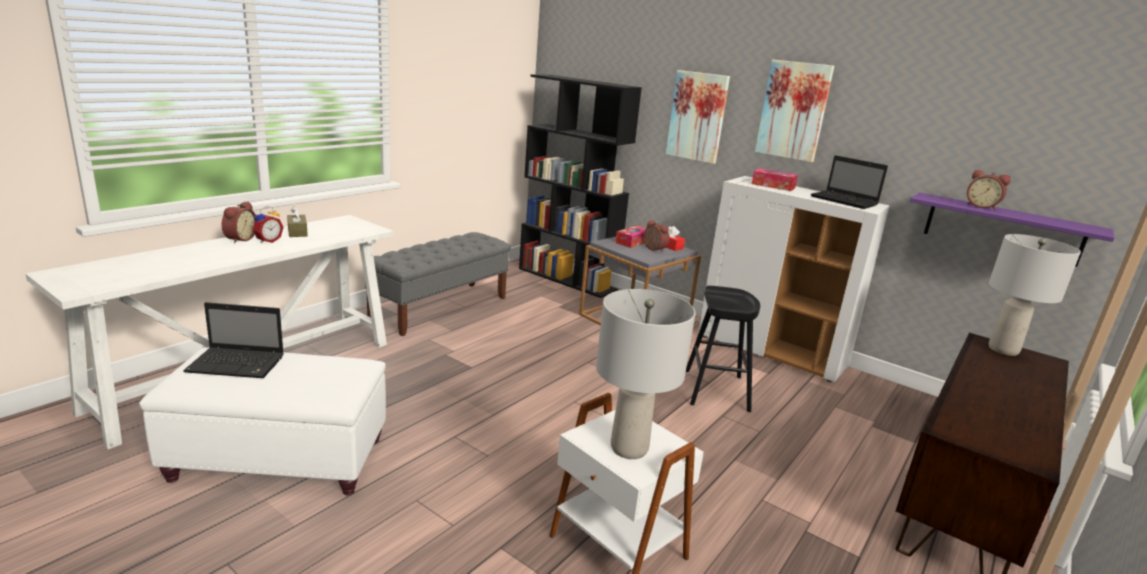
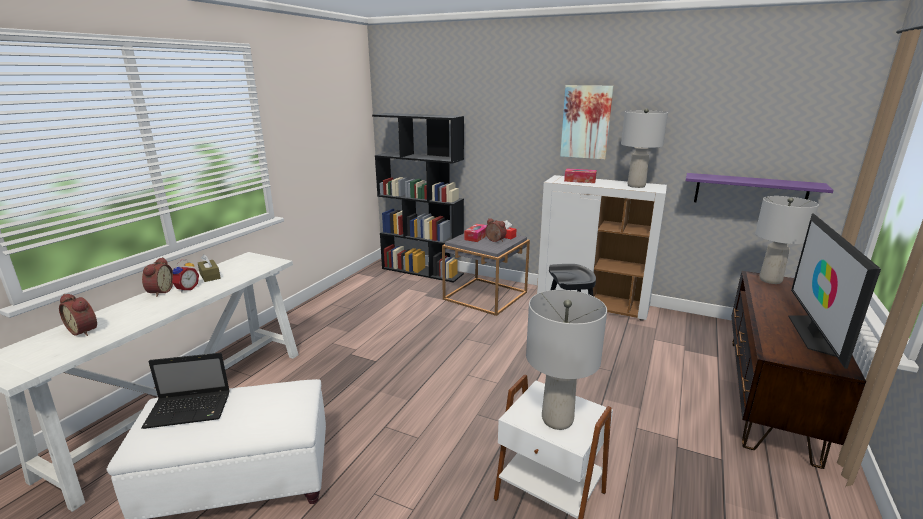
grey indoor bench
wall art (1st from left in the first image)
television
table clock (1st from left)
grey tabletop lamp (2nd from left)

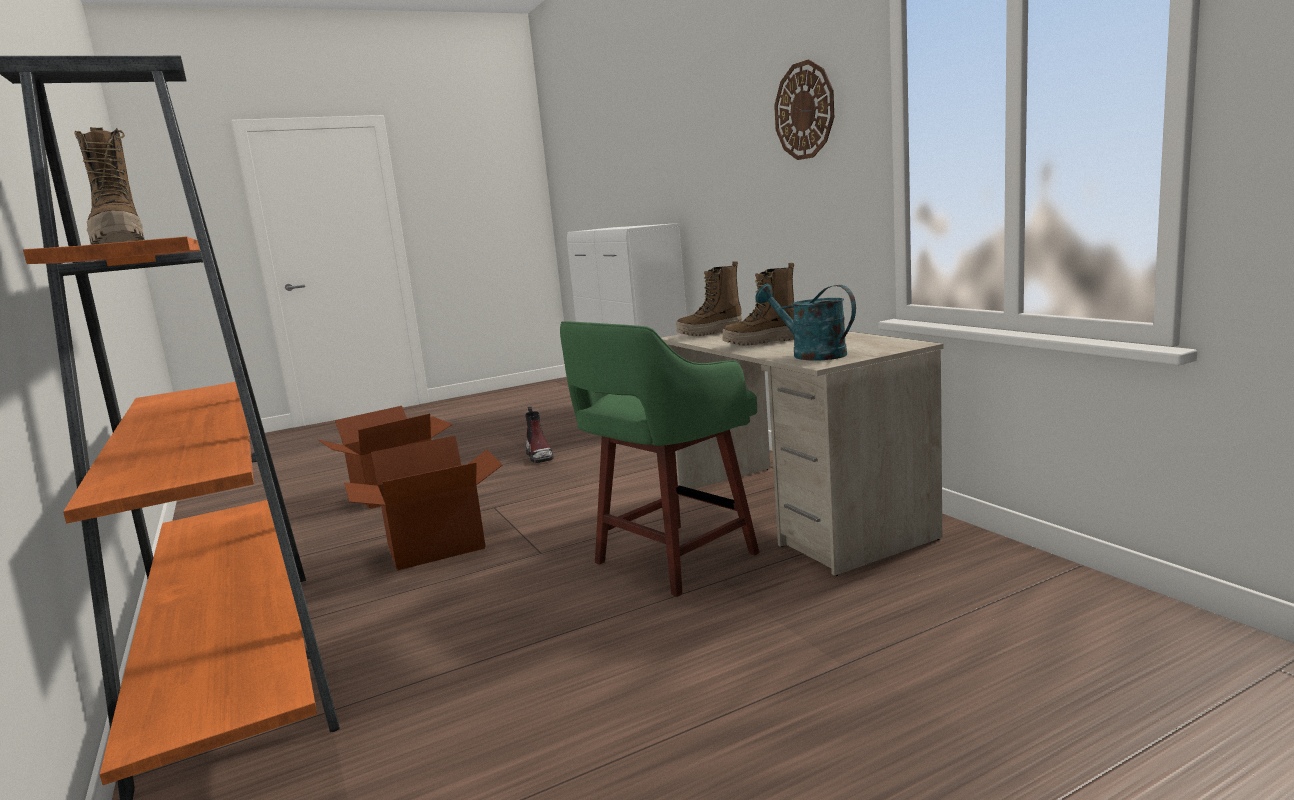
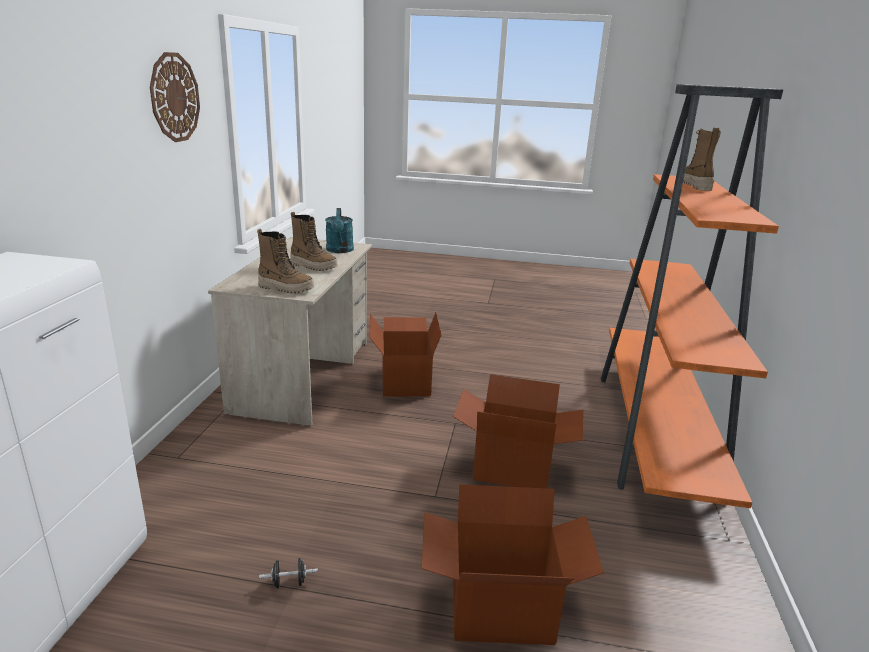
black-coloured hand weight
cardboard box (1st from left)

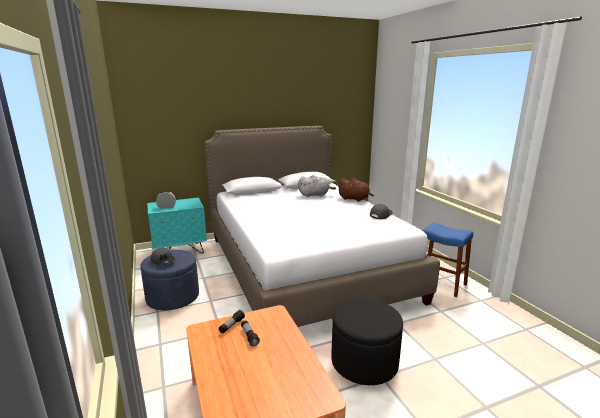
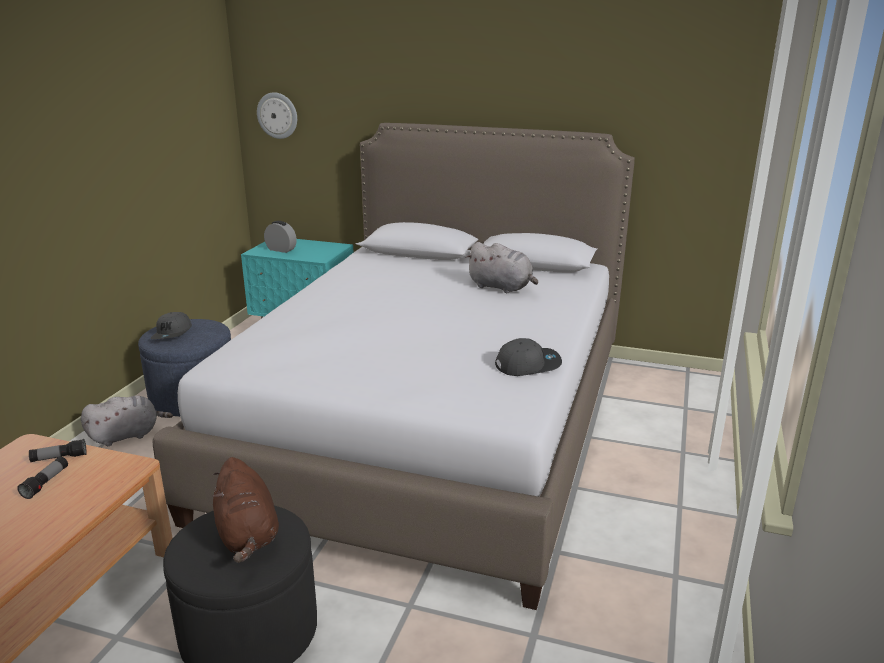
bluish sitting stool
grey cuddly toy (1st from left)
hanging clock
brownish cuddly toy

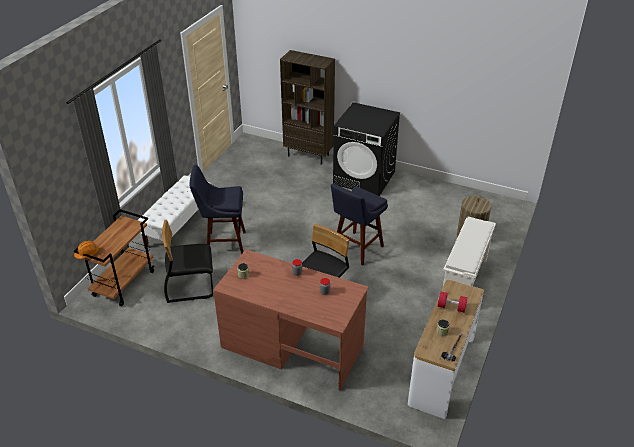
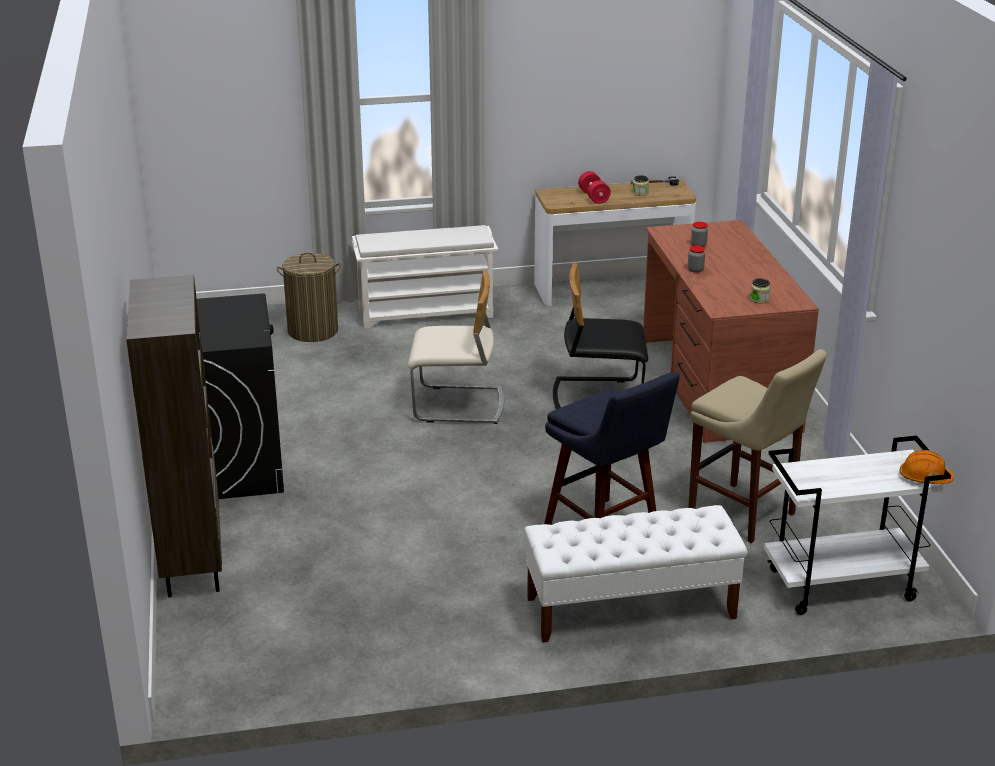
beige sitting stool
beige upright chair
white cart

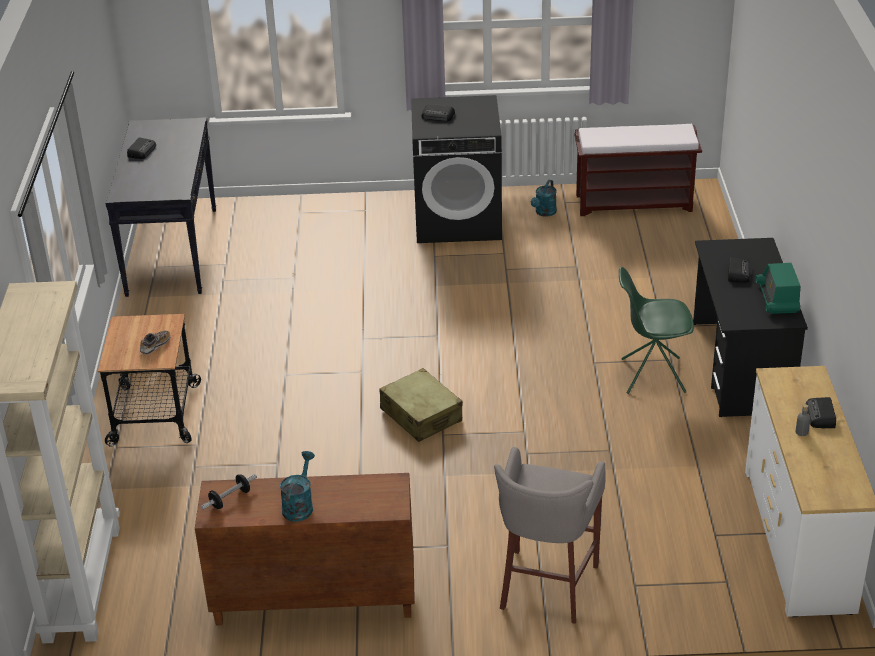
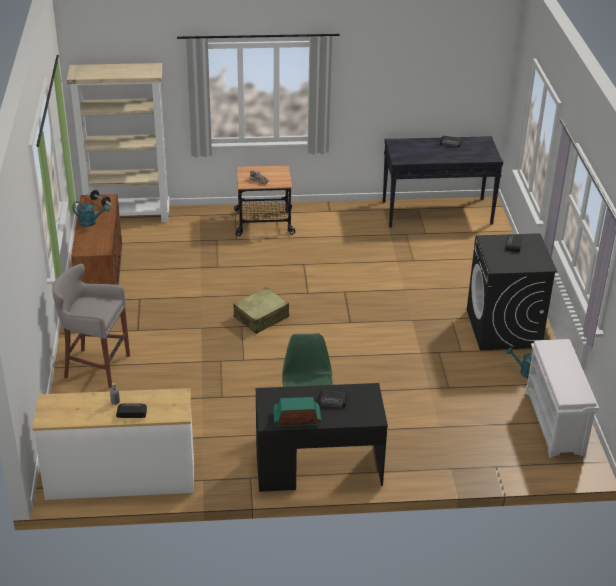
white indoor bench

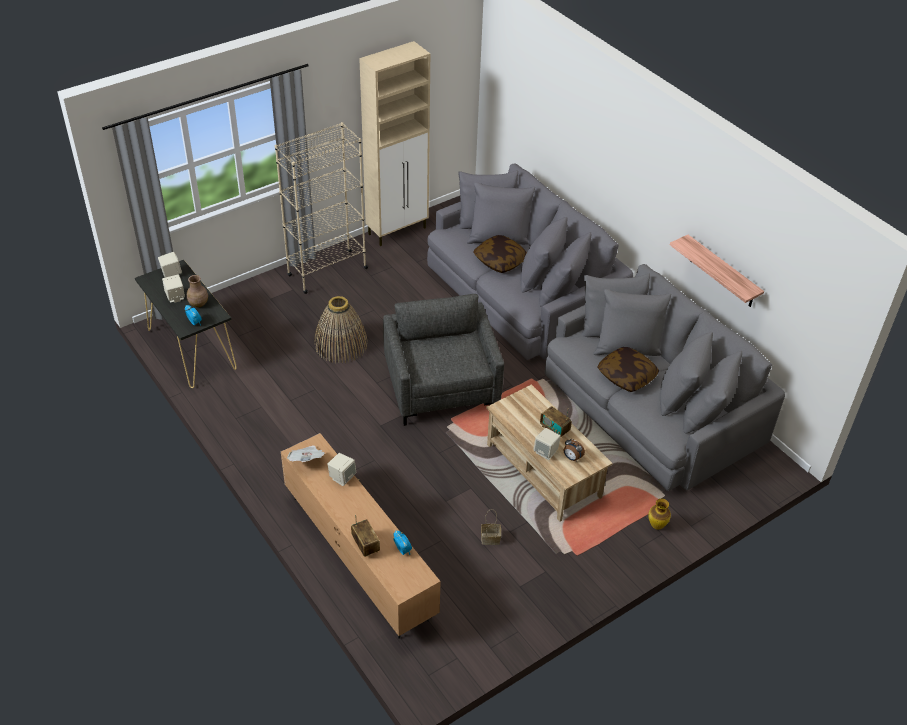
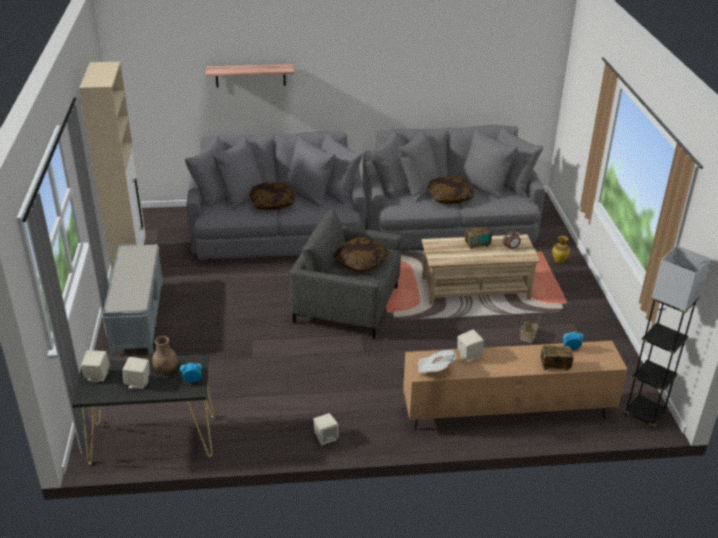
storage basket (1st from left in the first image)
cushion (2nd from left)
grey standing lamp
beige speaker (3rd from left)
shelf
grey indoor bench

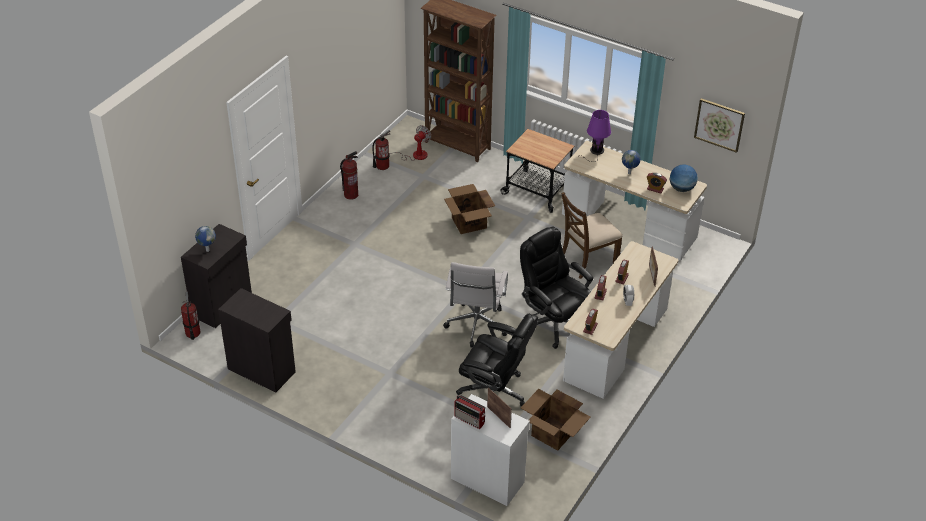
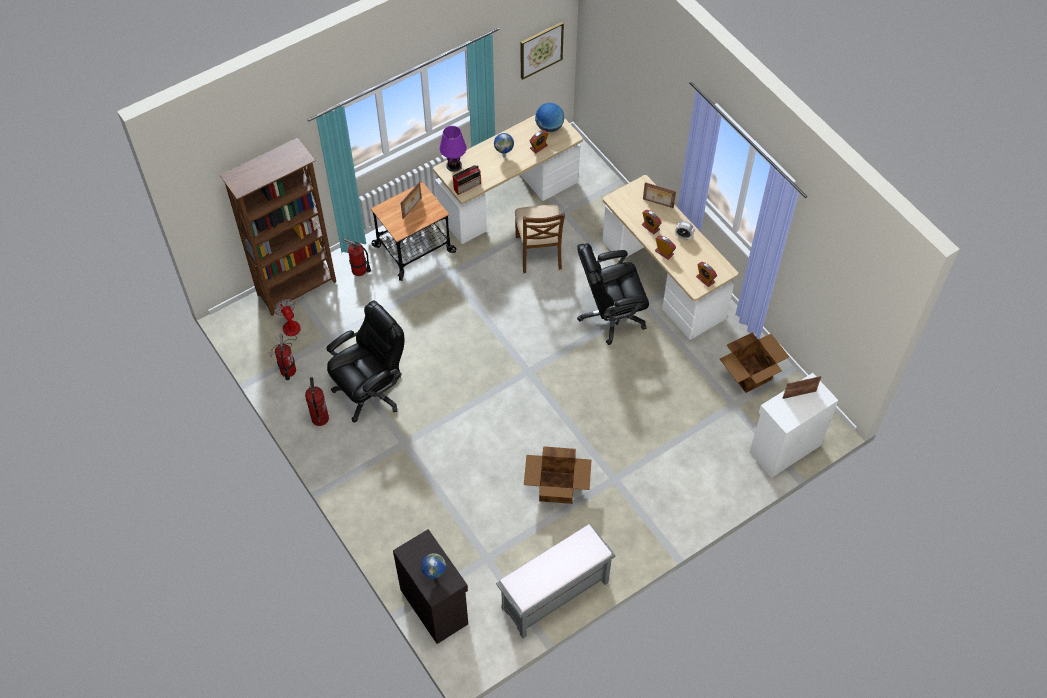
white computer chair
photo frame (1st from left)
fire extinguisher (3rd from left)
cardboard box (1st from left)
radio receiver
black-coloured computer chair (1st from left)
grey indoor bench

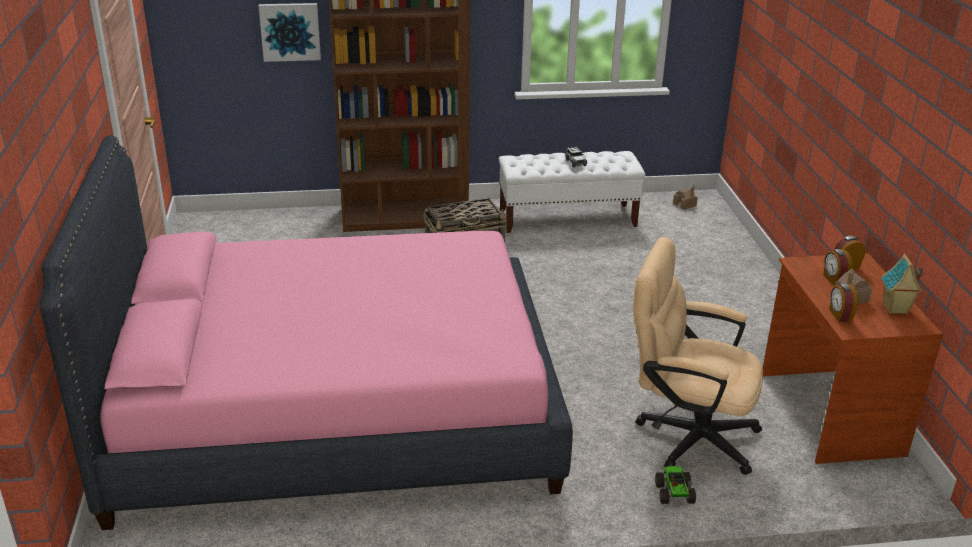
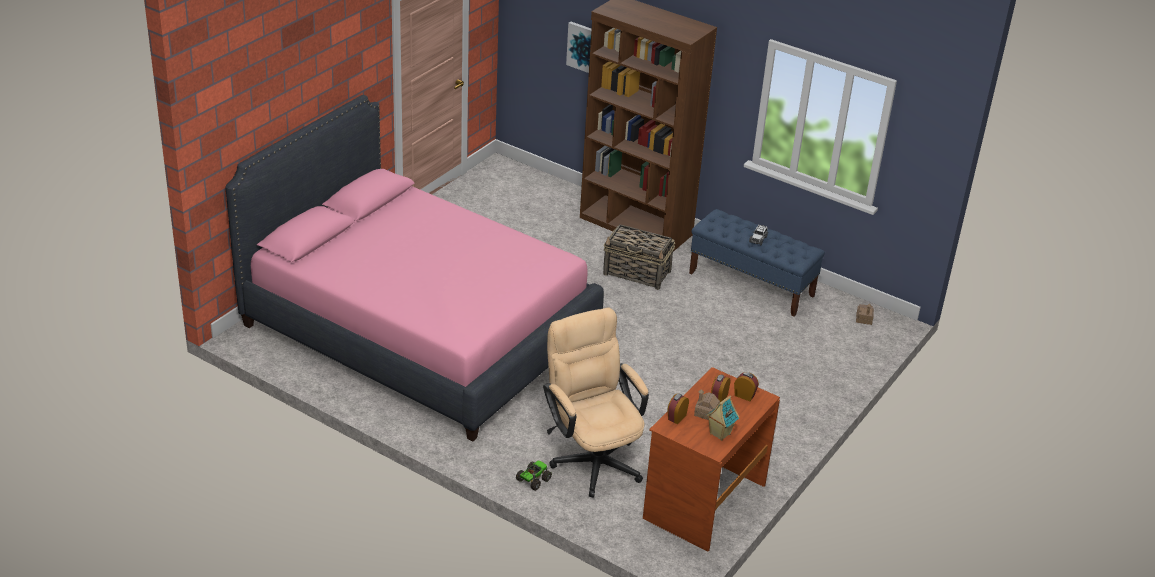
bluish indoor bench

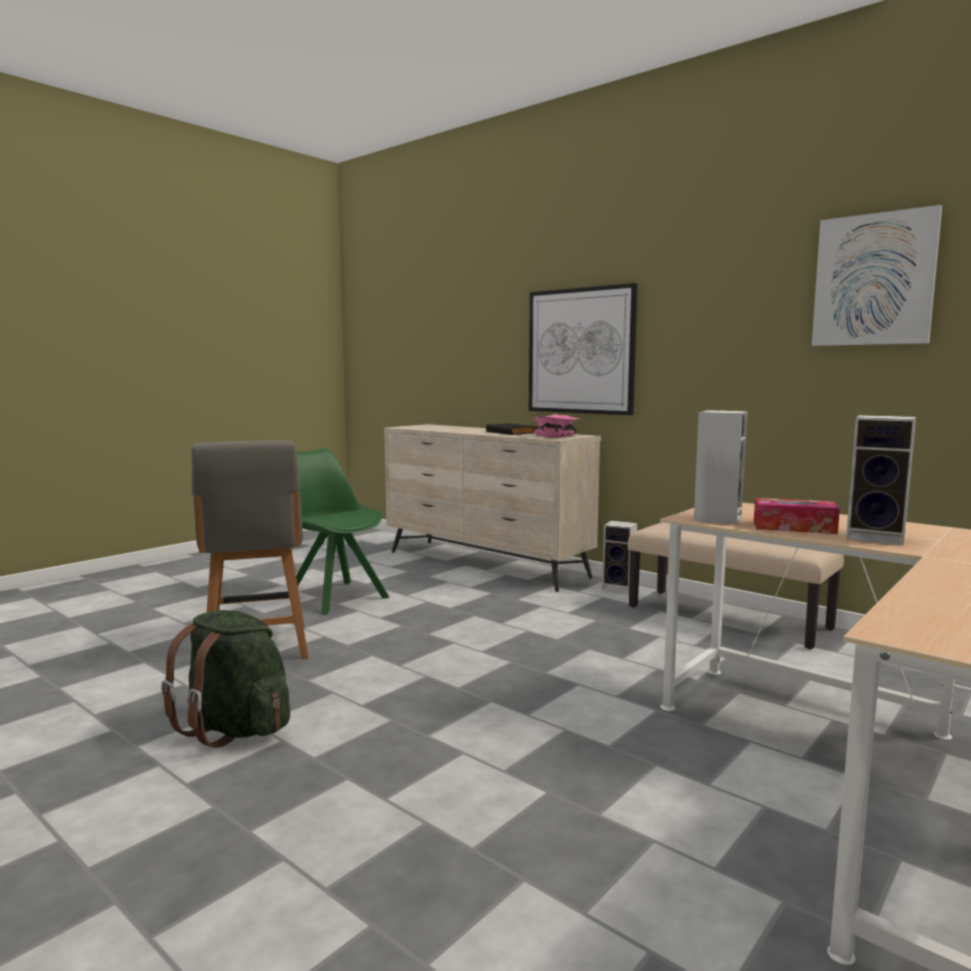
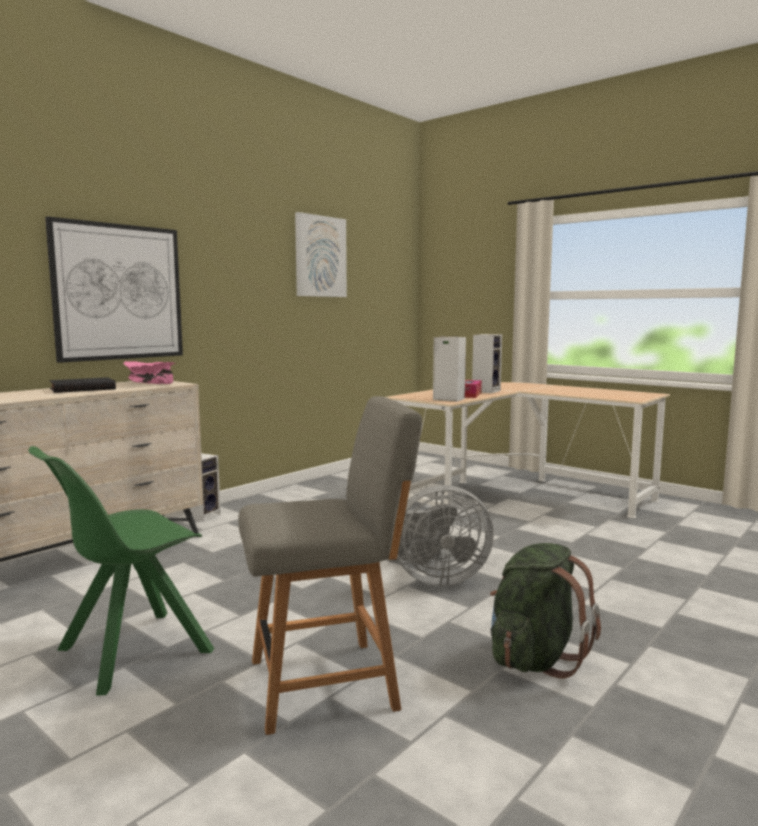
beige indoor bench
grey electric fan

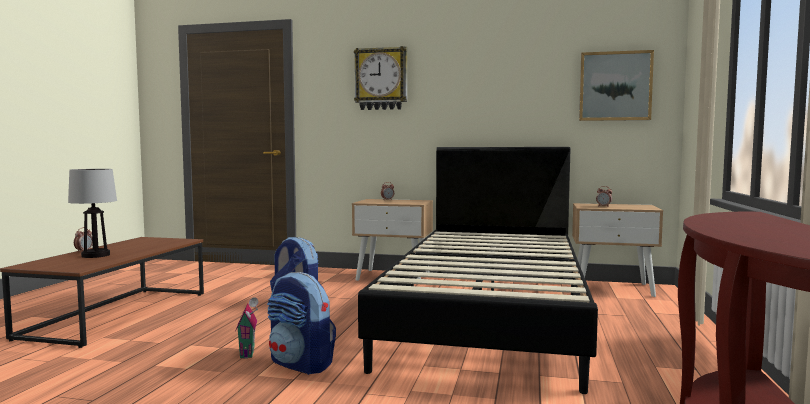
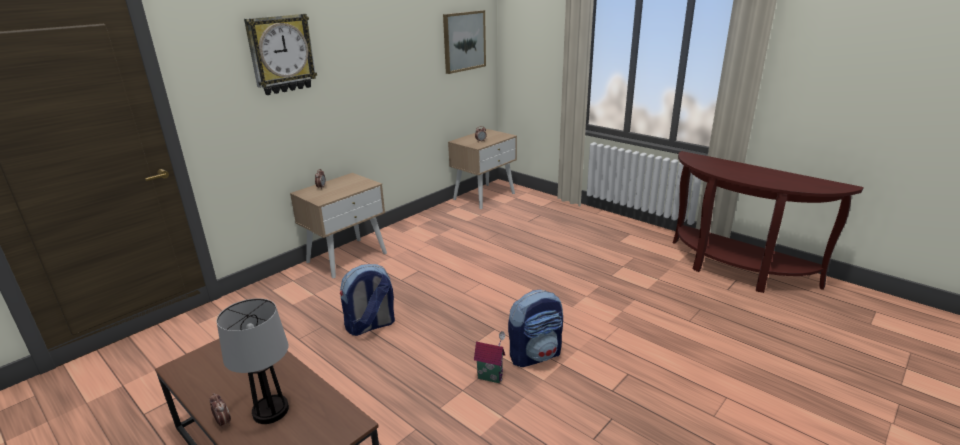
black-coloured sleeping bed

